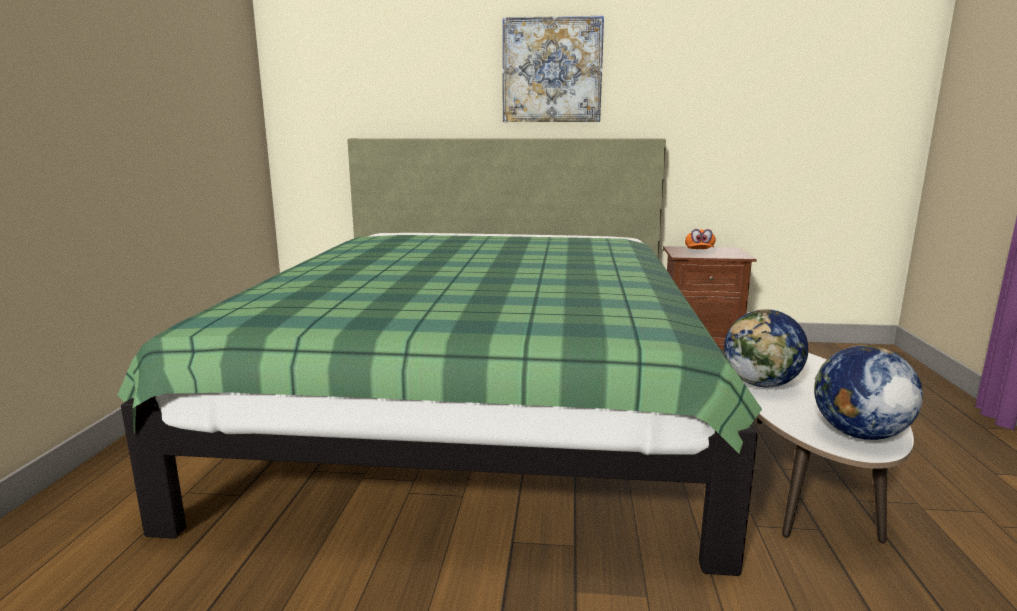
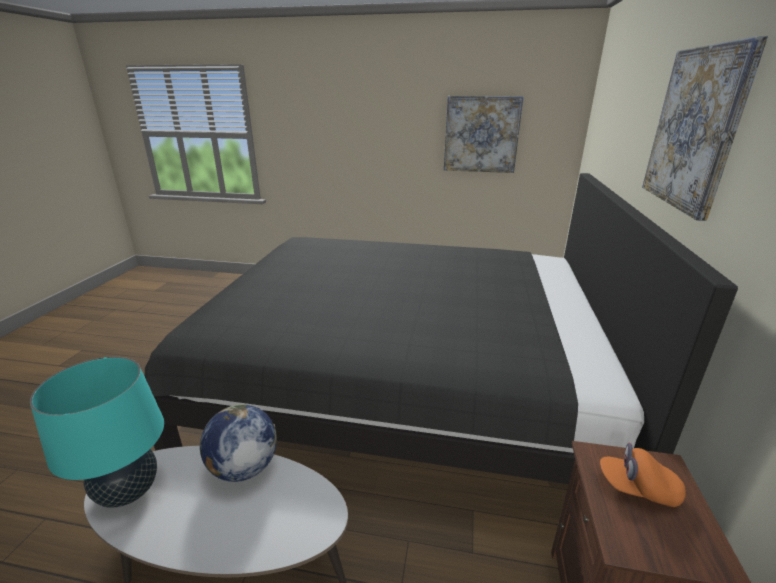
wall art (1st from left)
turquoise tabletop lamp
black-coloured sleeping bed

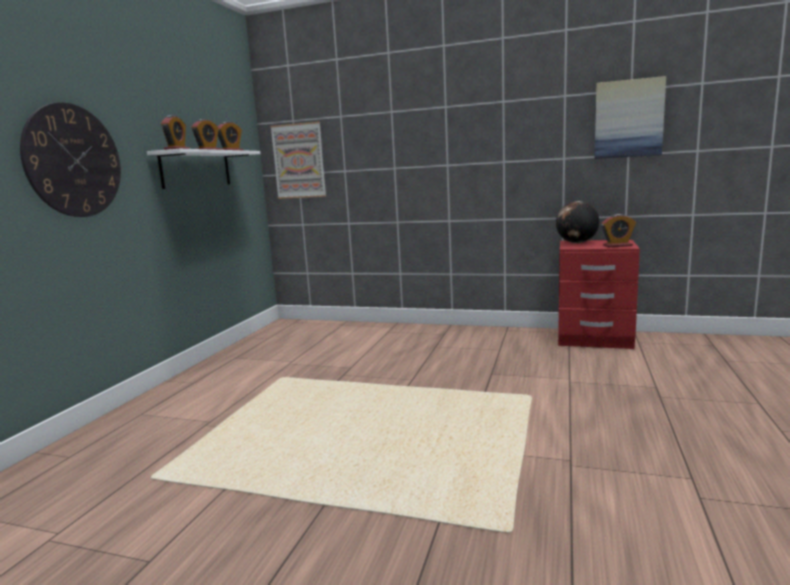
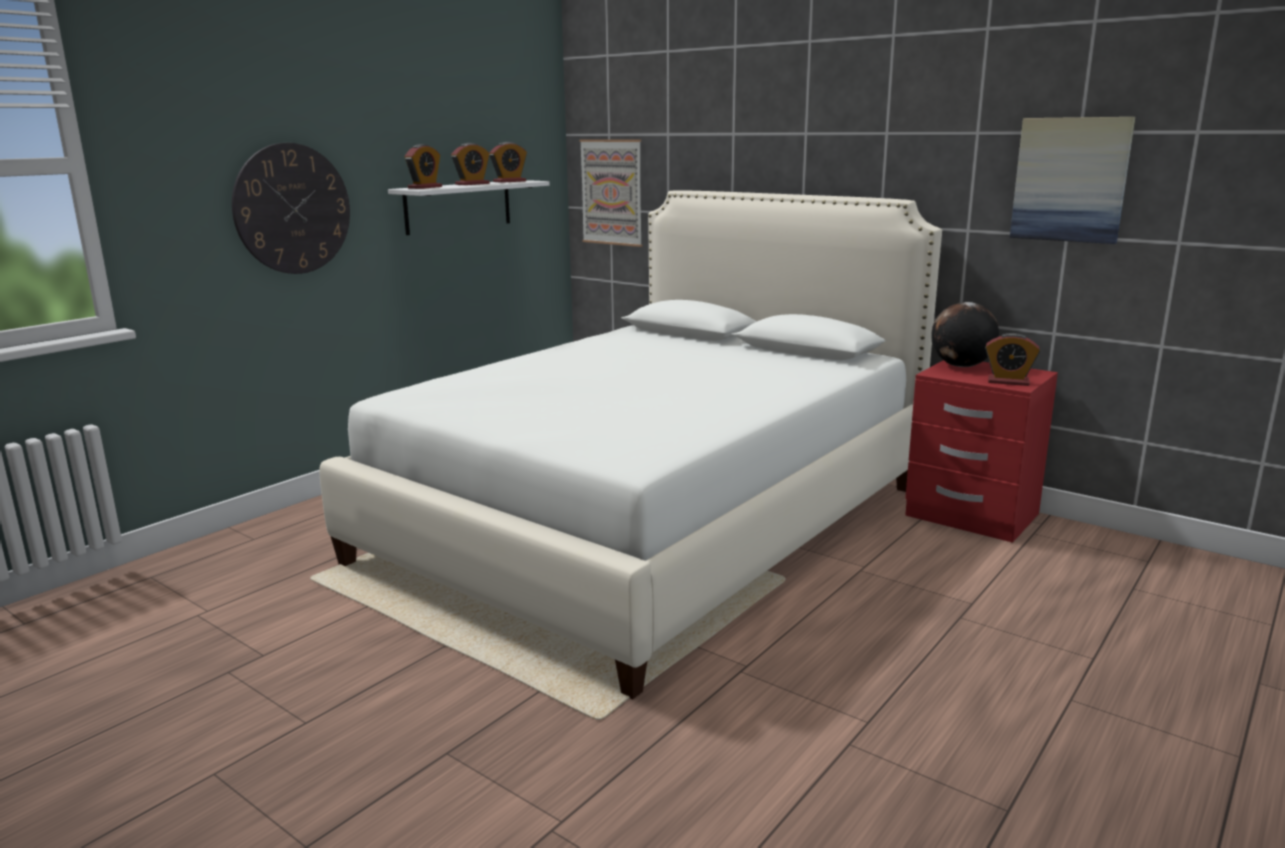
white sleeping bed

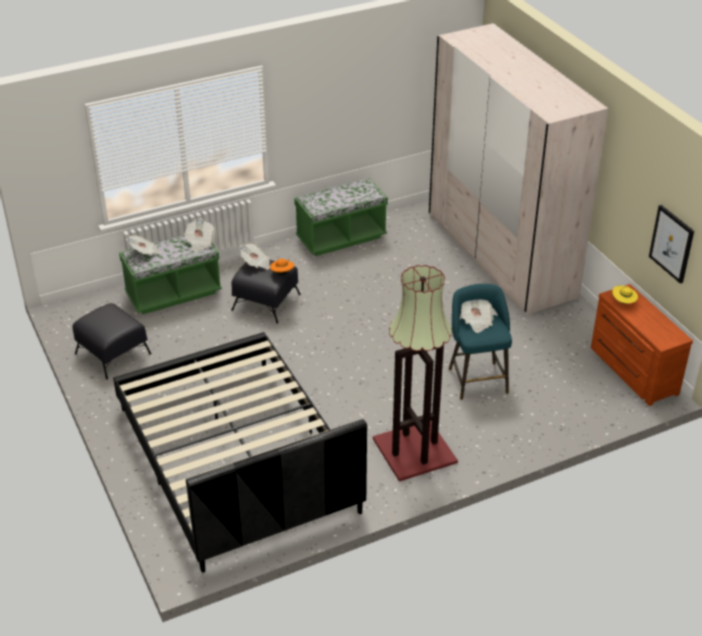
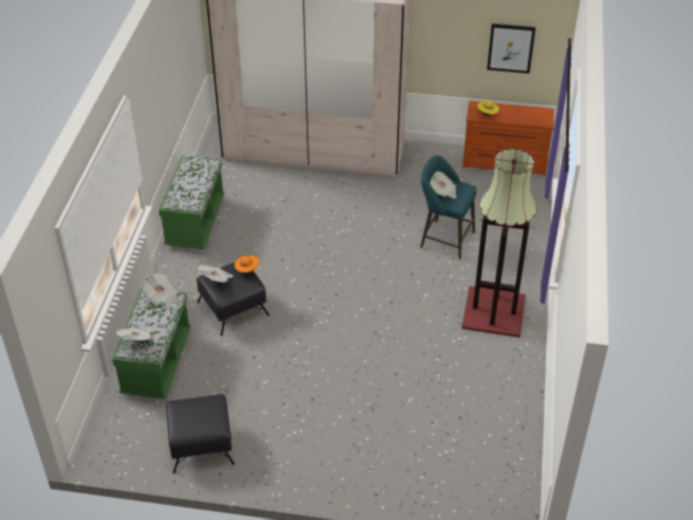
black-coloured sleeping bed

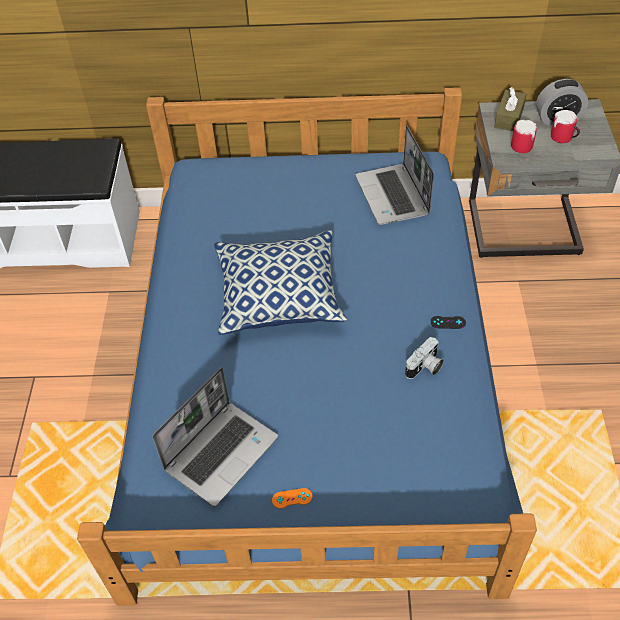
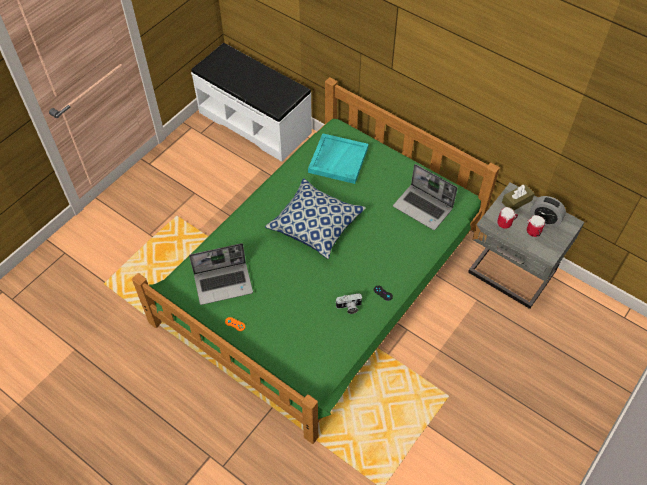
turquoise carrying tray
greenish sleeping bed
portable computer (2nd from left)

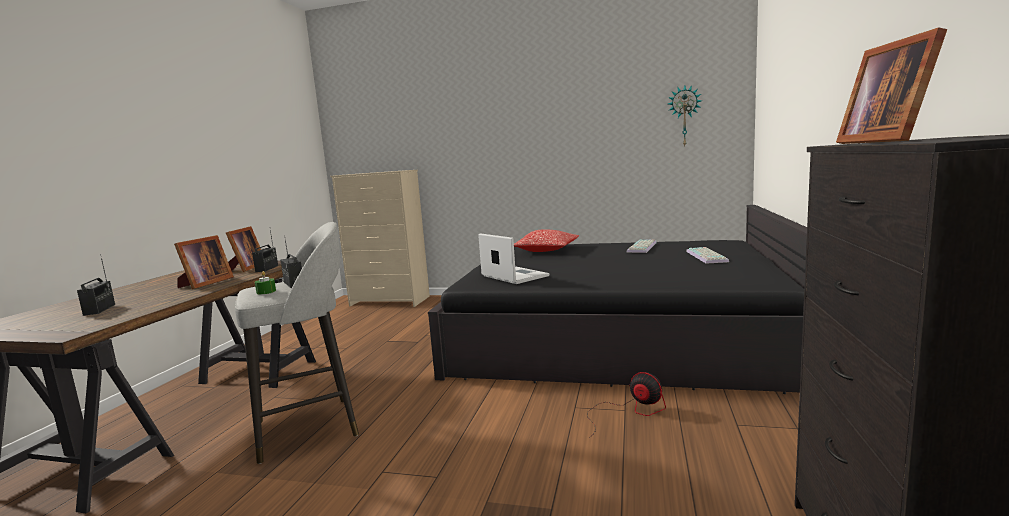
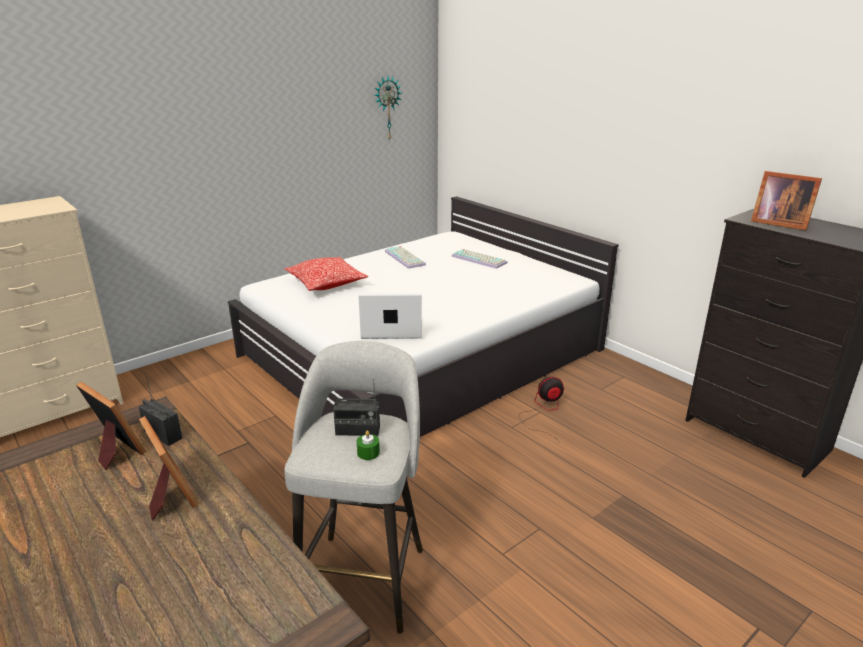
radio receiver (1st from left in the first image)
white sleeping bed

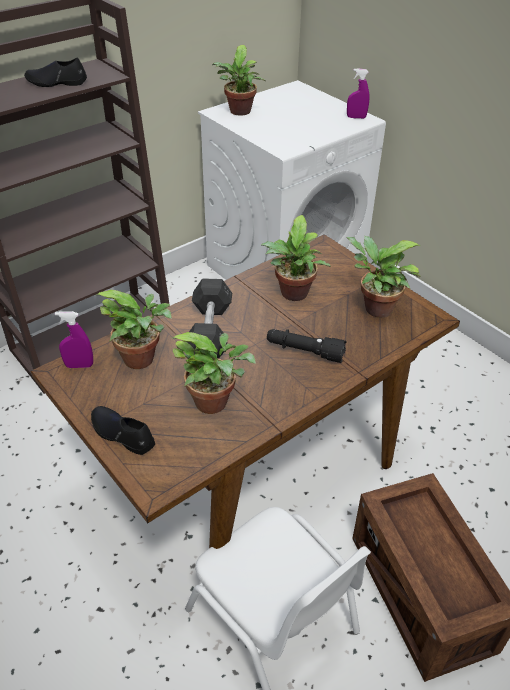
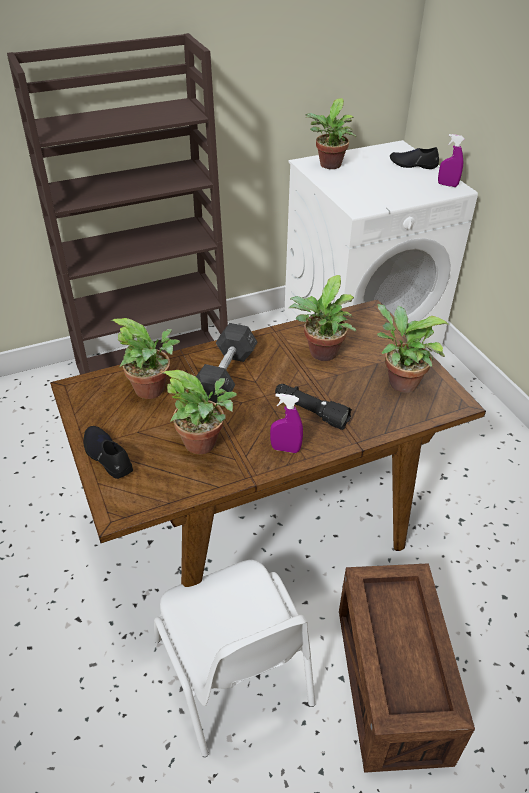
black-coloured shoe (2nd from left)
purplish spray bottle (1st from left)

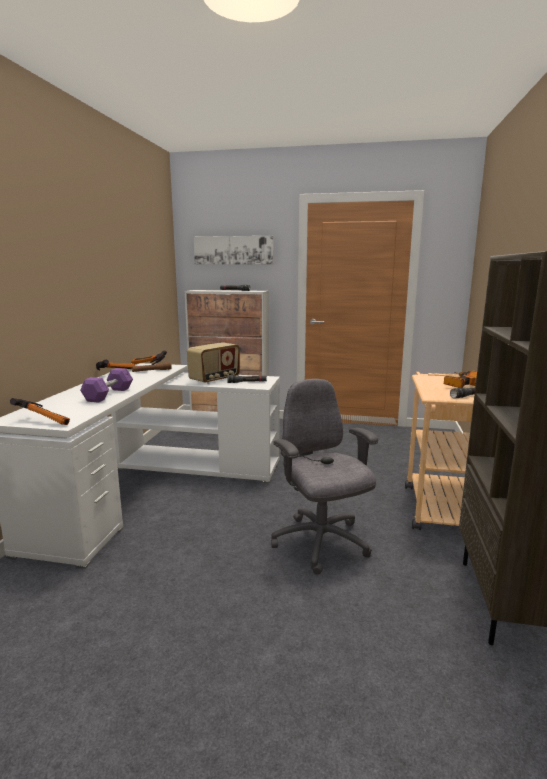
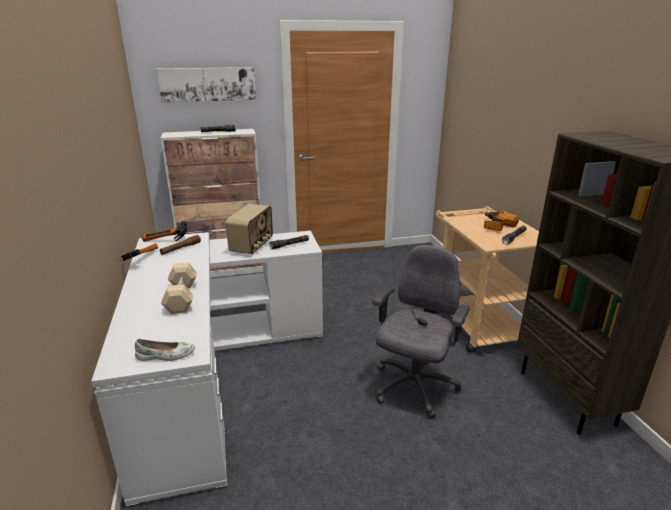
white shoe
beige hand weight
grey computer chair

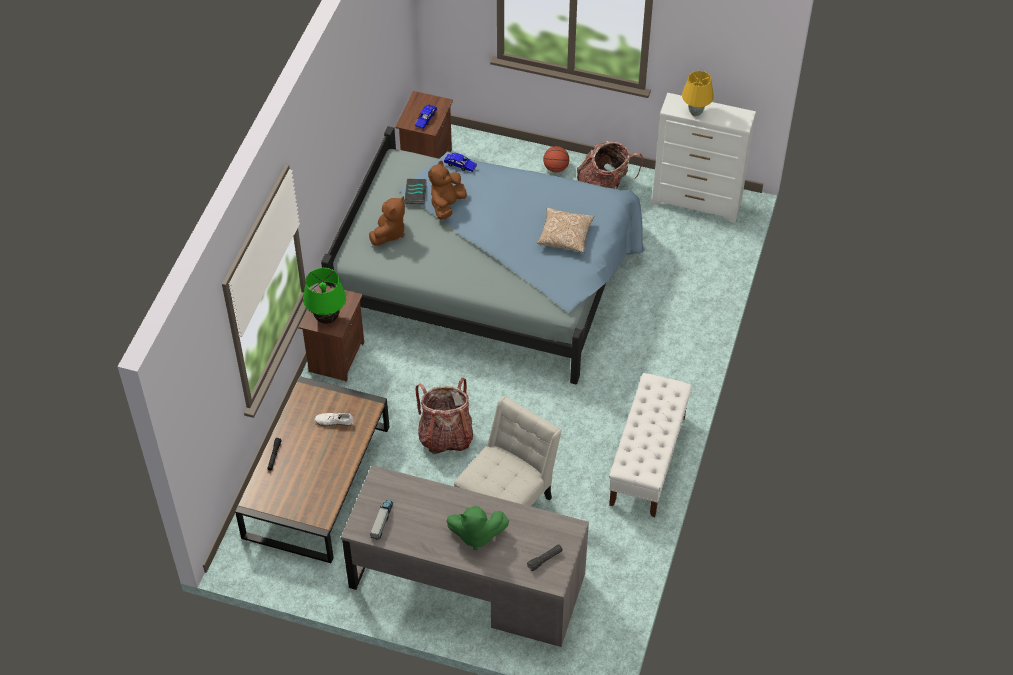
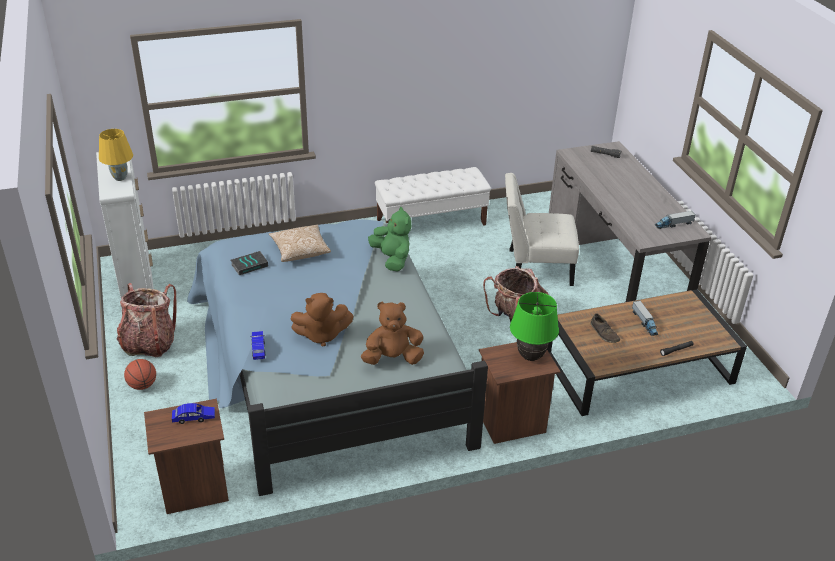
toy truck (1st from left)
book
greenish cuddly toy
brownish shoe

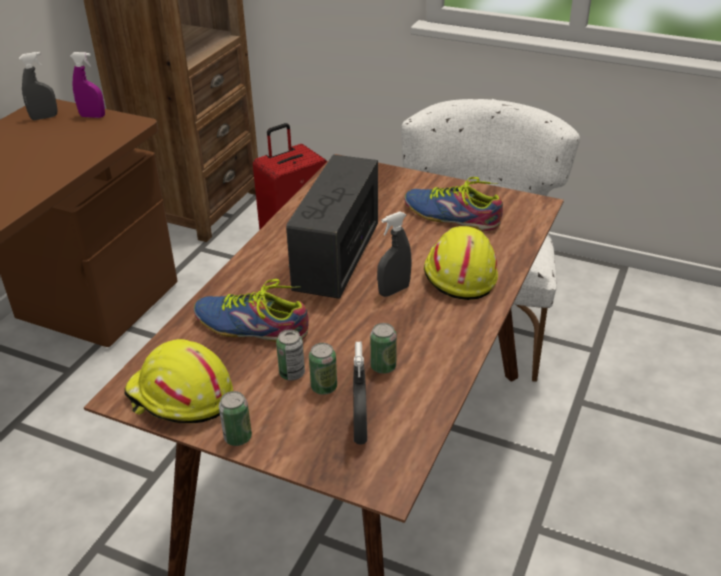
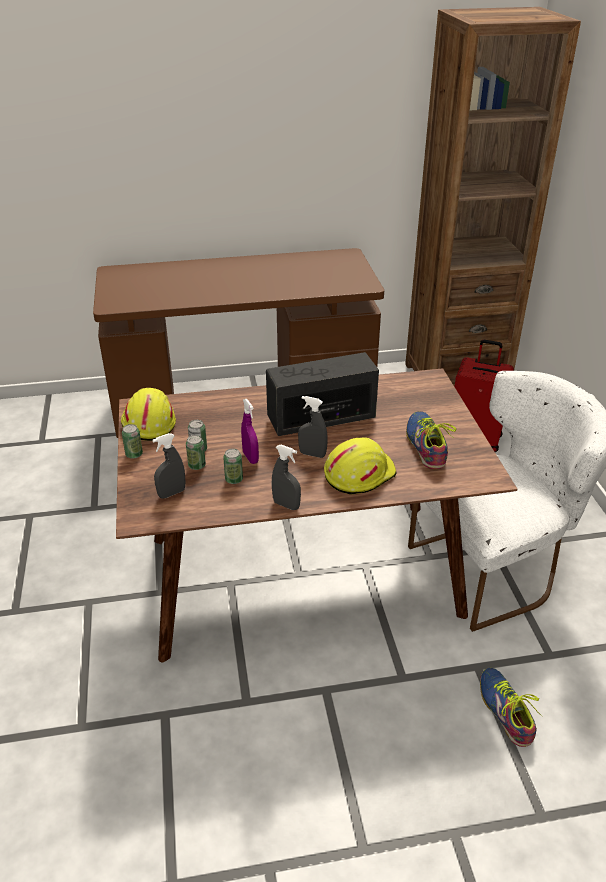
grey spray bottle (2nd from left)
purplish spray bottle
shoe (2nd from left)

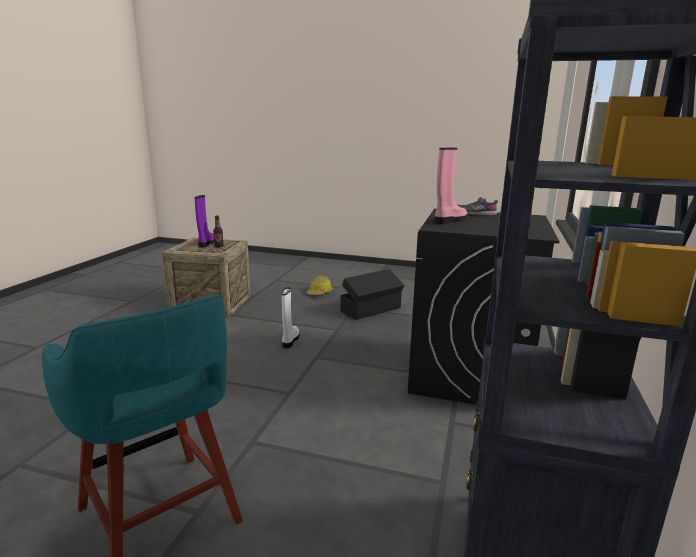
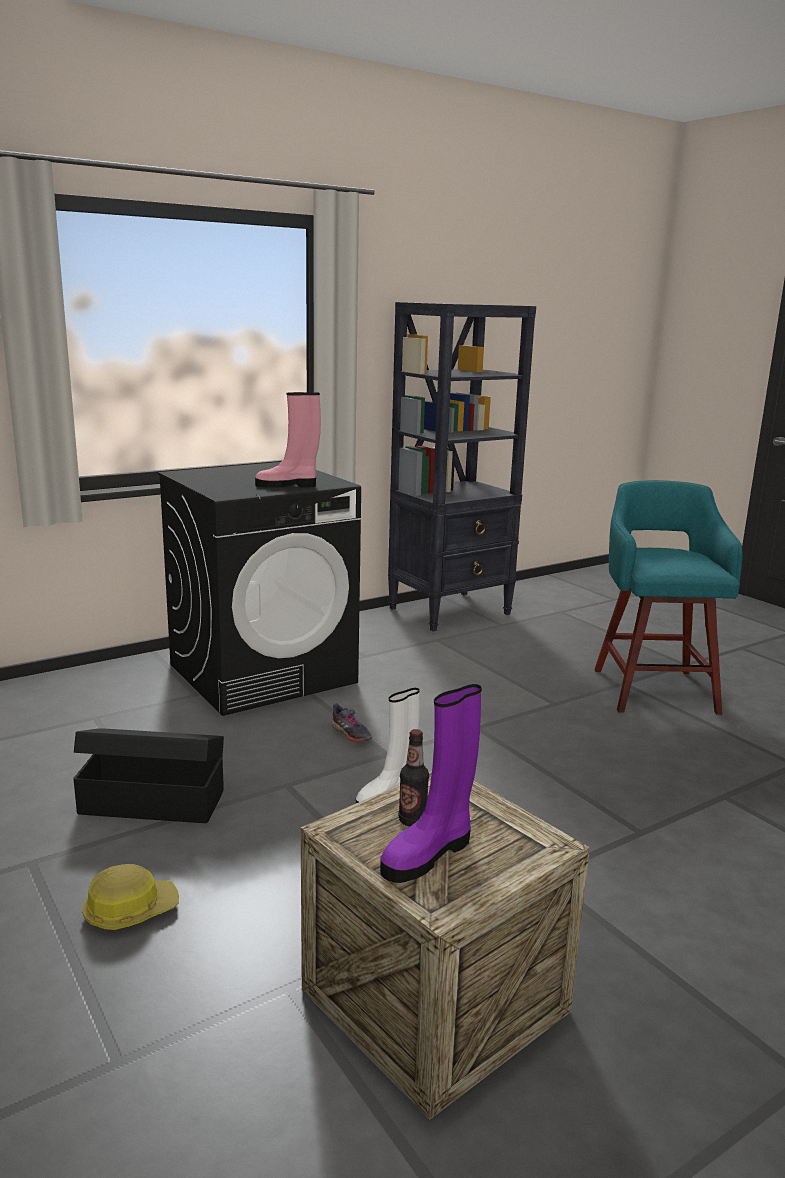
grey shoe

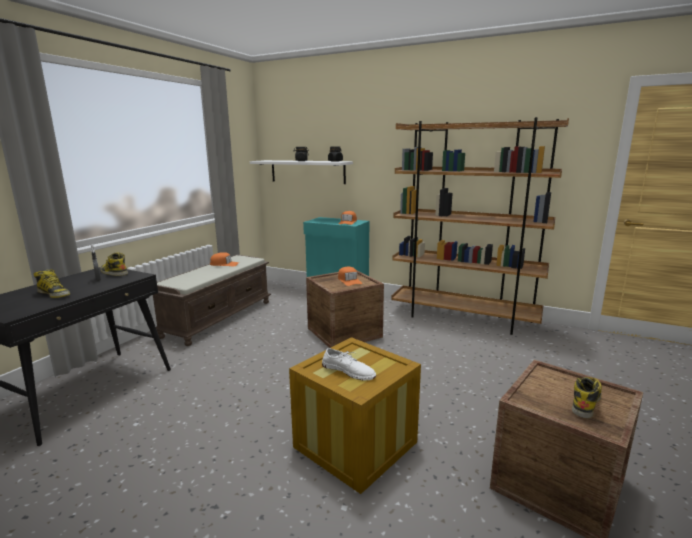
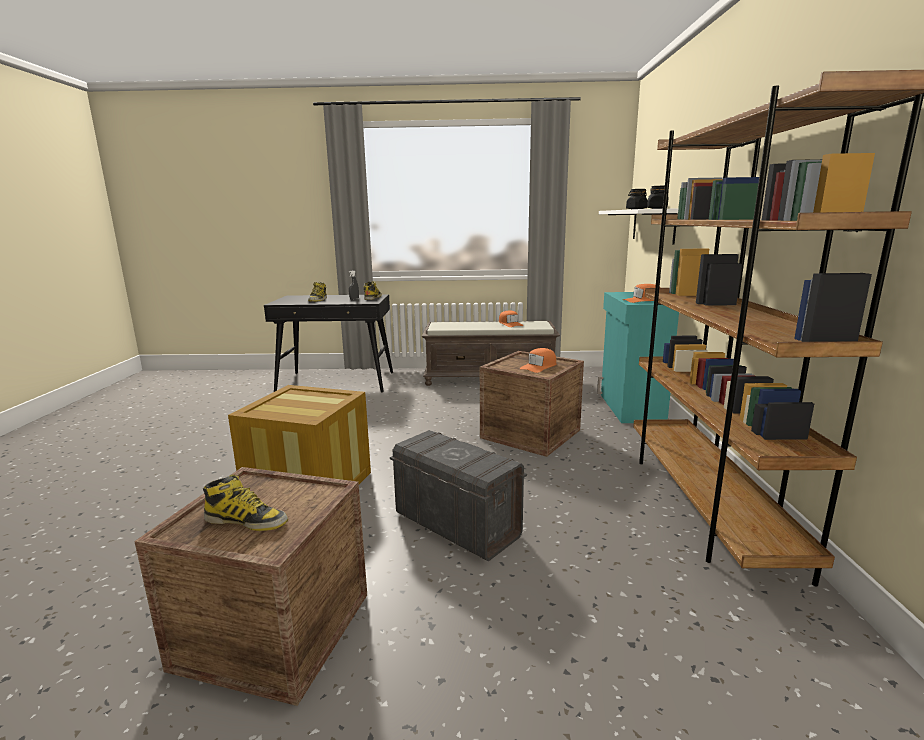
white shoe
grey storage box

